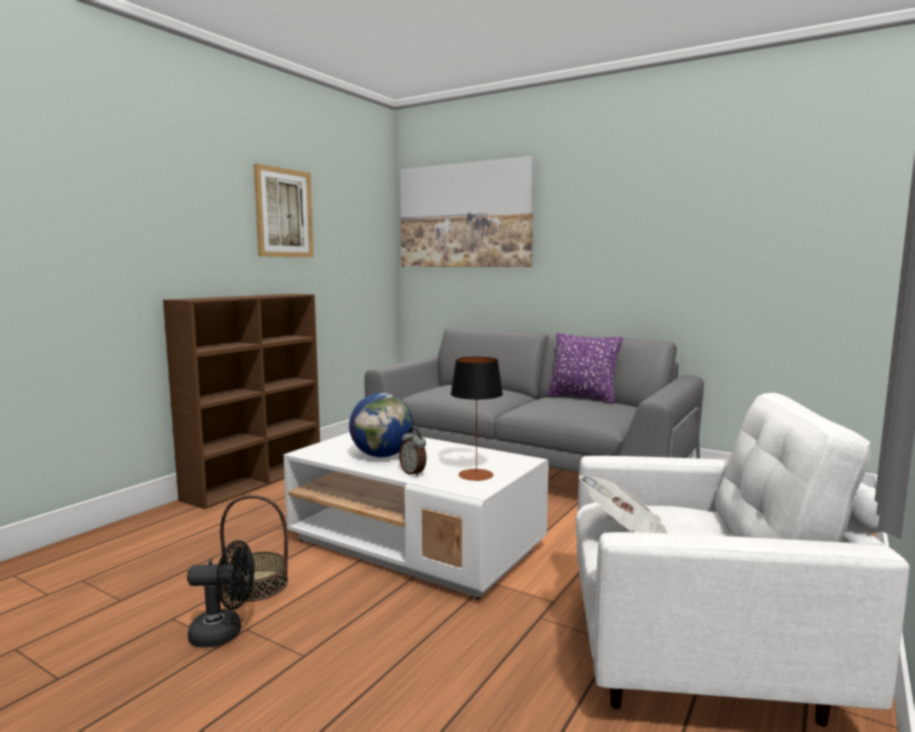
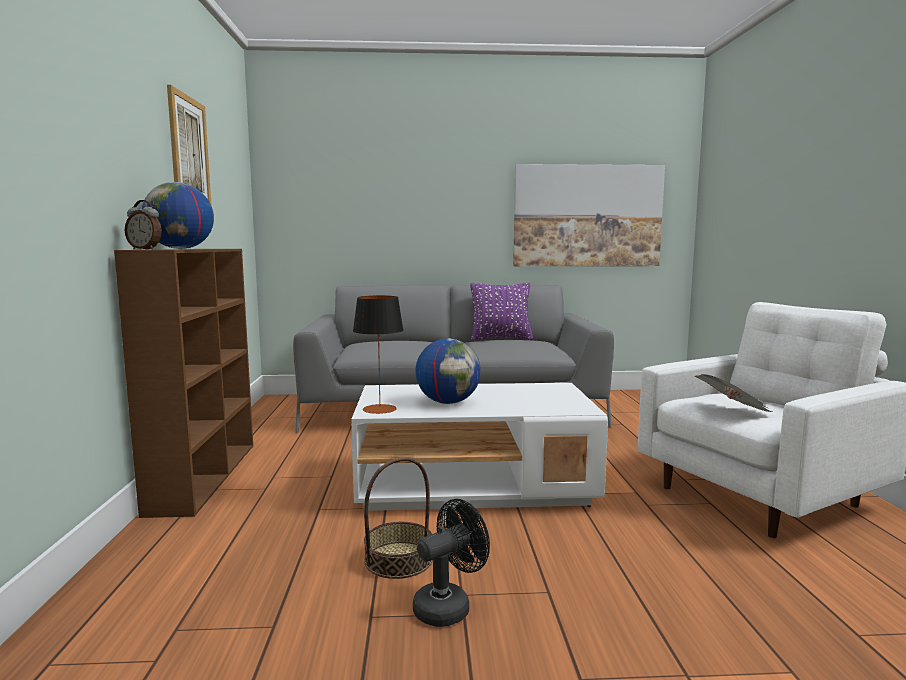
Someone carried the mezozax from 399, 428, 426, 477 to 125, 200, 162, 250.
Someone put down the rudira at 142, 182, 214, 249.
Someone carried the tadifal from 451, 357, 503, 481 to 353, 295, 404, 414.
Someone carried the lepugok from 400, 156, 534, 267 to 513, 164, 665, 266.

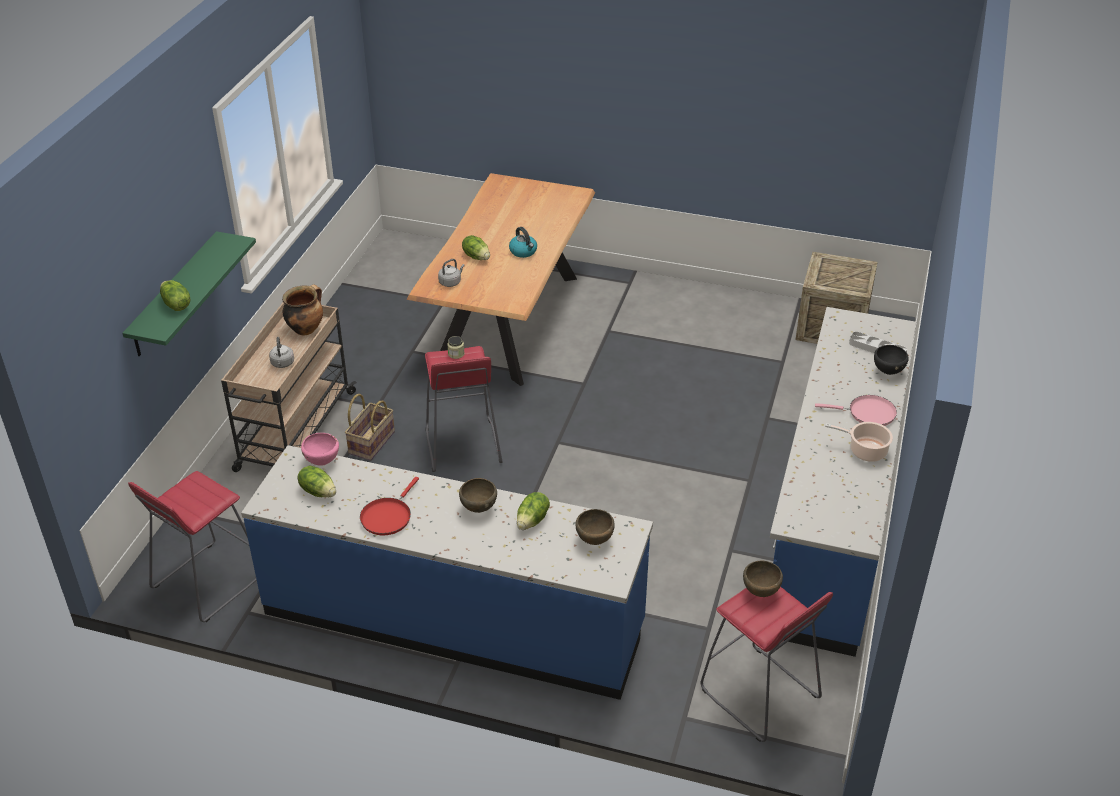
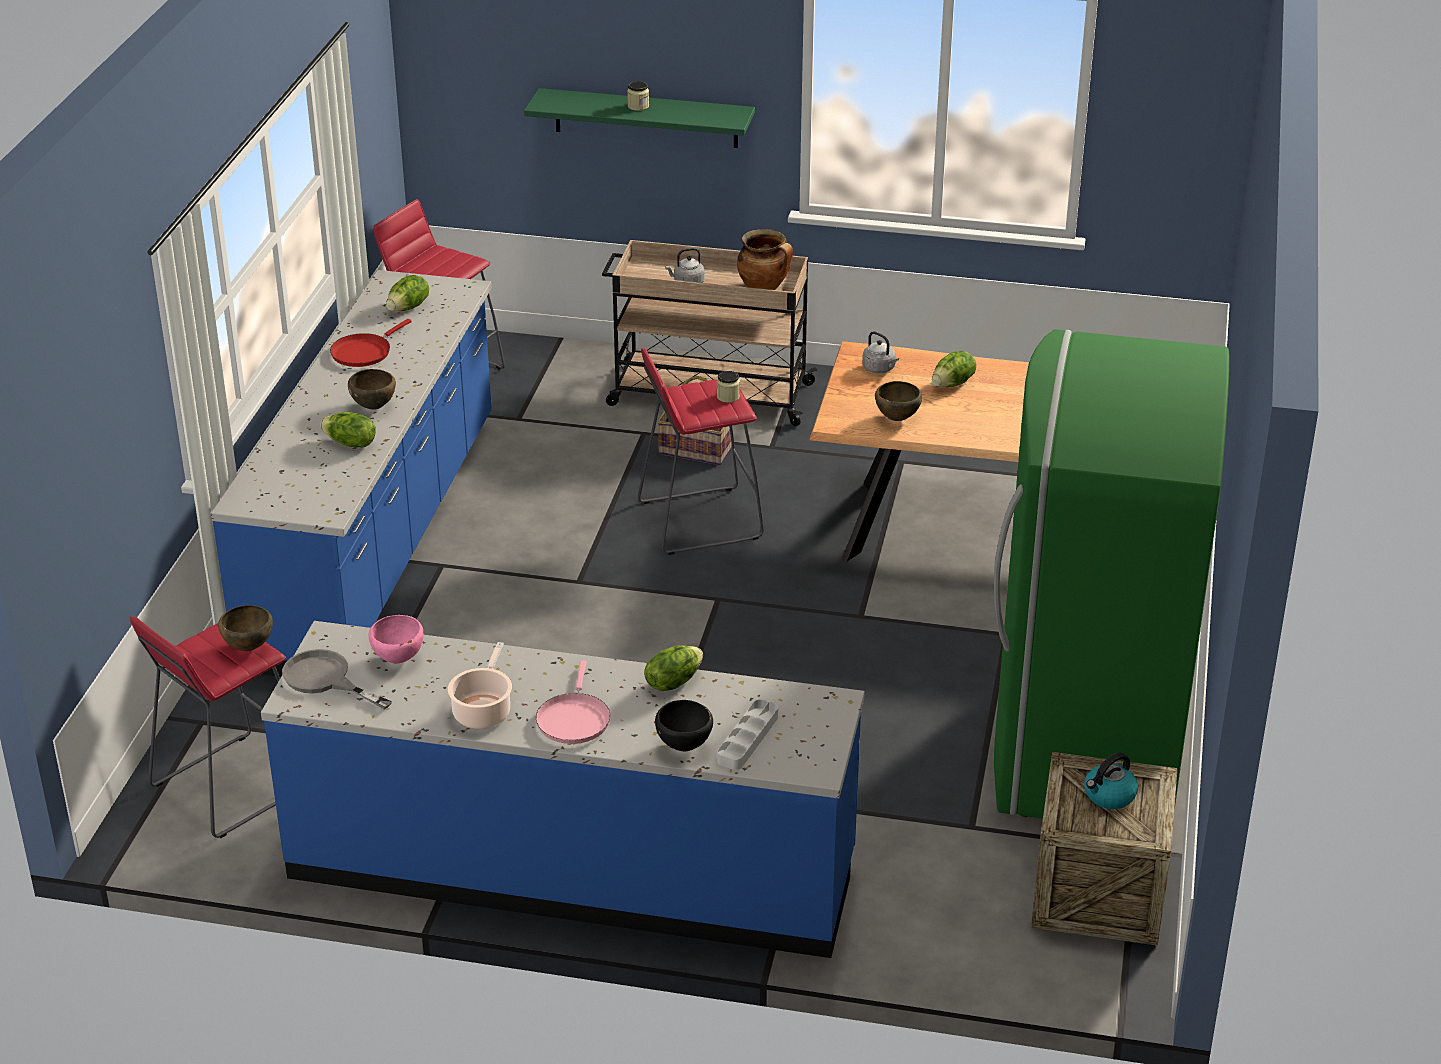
Someone put down the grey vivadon at 282, 649, 392, 709.
Someone rotated the red vivadon at 360, 477, 419, 535 by 75 degrees counterclockwise.
Someone carried the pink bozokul from 301, 433, 339, 466 to 369, 615, 423, 663.
Someone put down the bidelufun at 627, 81, 649, 111.
Someone carried the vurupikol from 160, 280, 190, 311 to 644, 646, 703, 691.
Someone carried the brown bozokul from 575, 509, 615, 545 to 875, 381, 922, 421.
Someone put down the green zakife at 994, 329, 1230, 818.
Someone carried the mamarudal from 509, 227, 537, 258 to 1084, 753, 1138, 809.

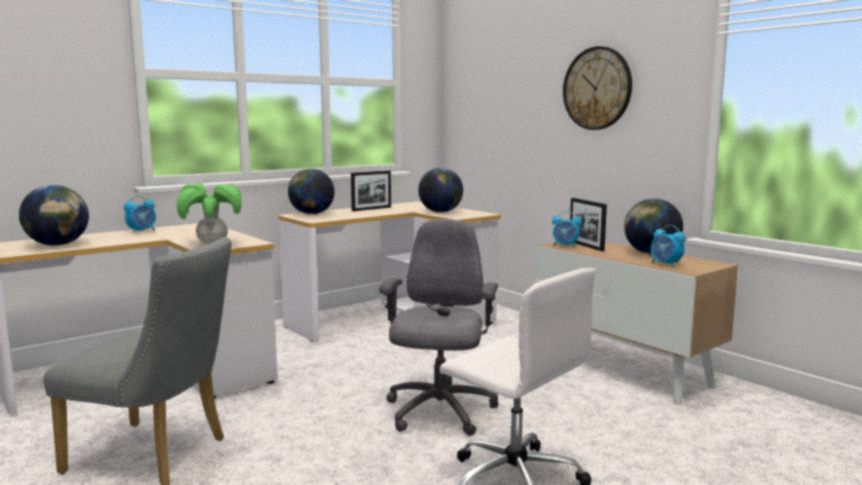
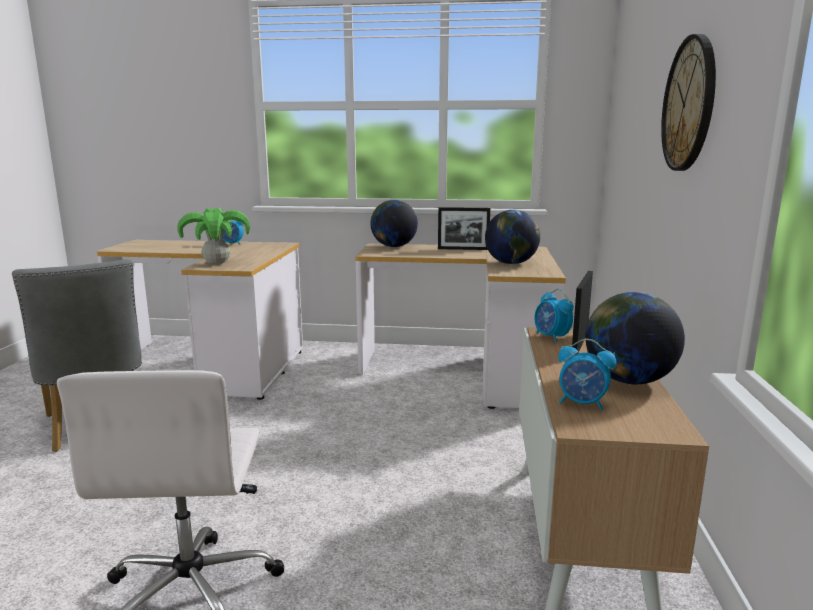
Someone rotated the mezozax at 651, 225, 686, 267 by 75 degrees counterclockwise.
Someone took away the rudira at 19, 185, 89, 246.
Someone took away the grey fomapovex at 379, 219, 498, 436.

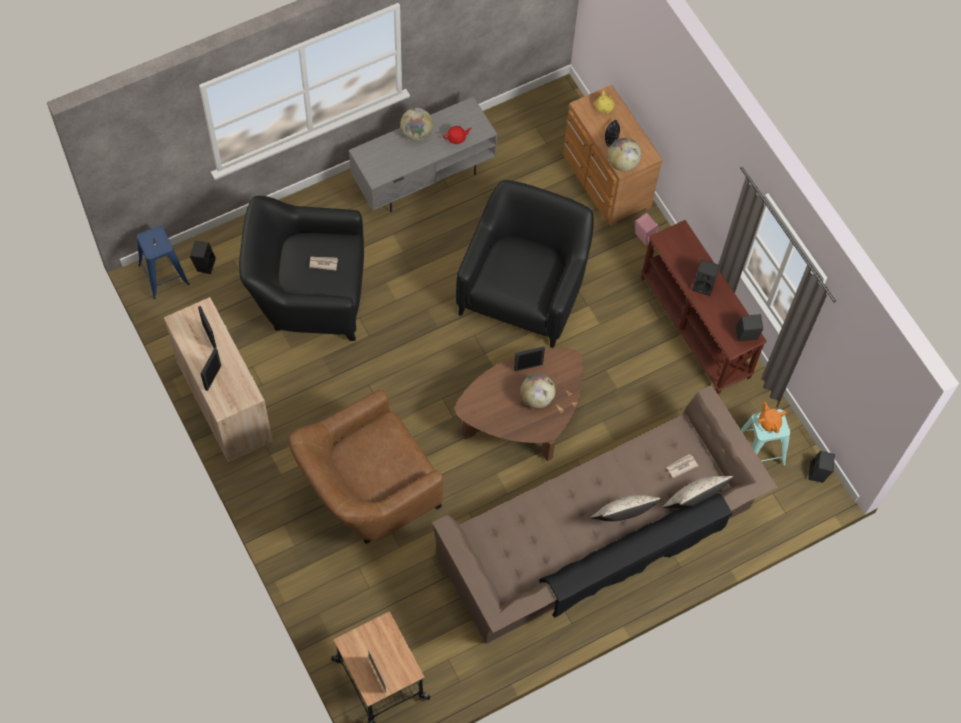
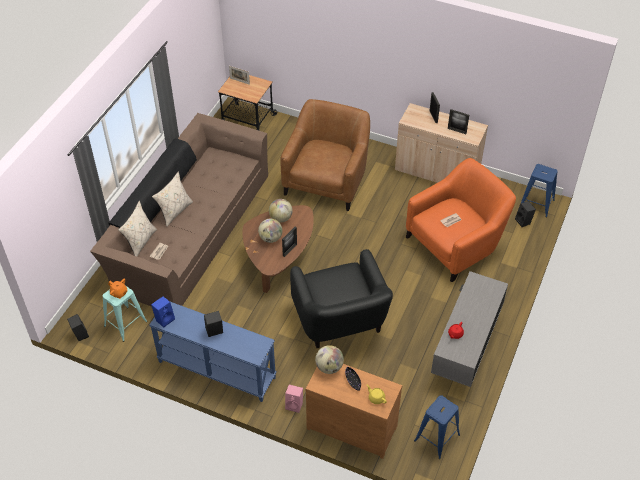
Someone repainted the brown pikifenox at 641, 220, 767, 394, which became the blue pikifenox at 149, 302, 277, 402.
Someone repainted the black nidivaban at 736, 314, 763, 341, which became the blue nidivaban at 151, 296, 175, 328.
Someone carried the rudira from 400, 108, 433, 141 to 269, 199, 293, 223.
Someone repainted the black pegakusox at 239, 196, 364, 341, which became the orange pegakusox at 406, 158, 516, 282.
Someone put down the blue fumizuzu at 414, 395, 460, 459.

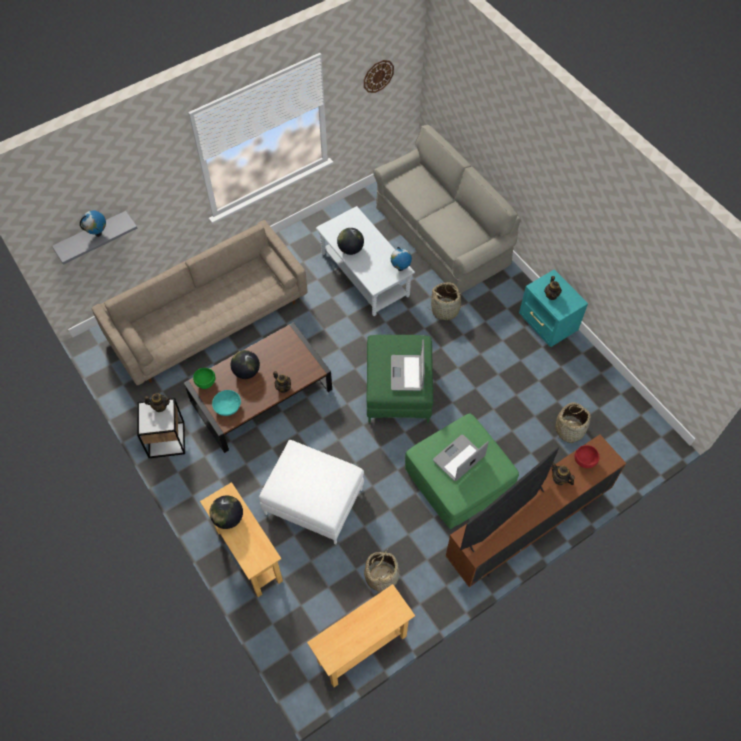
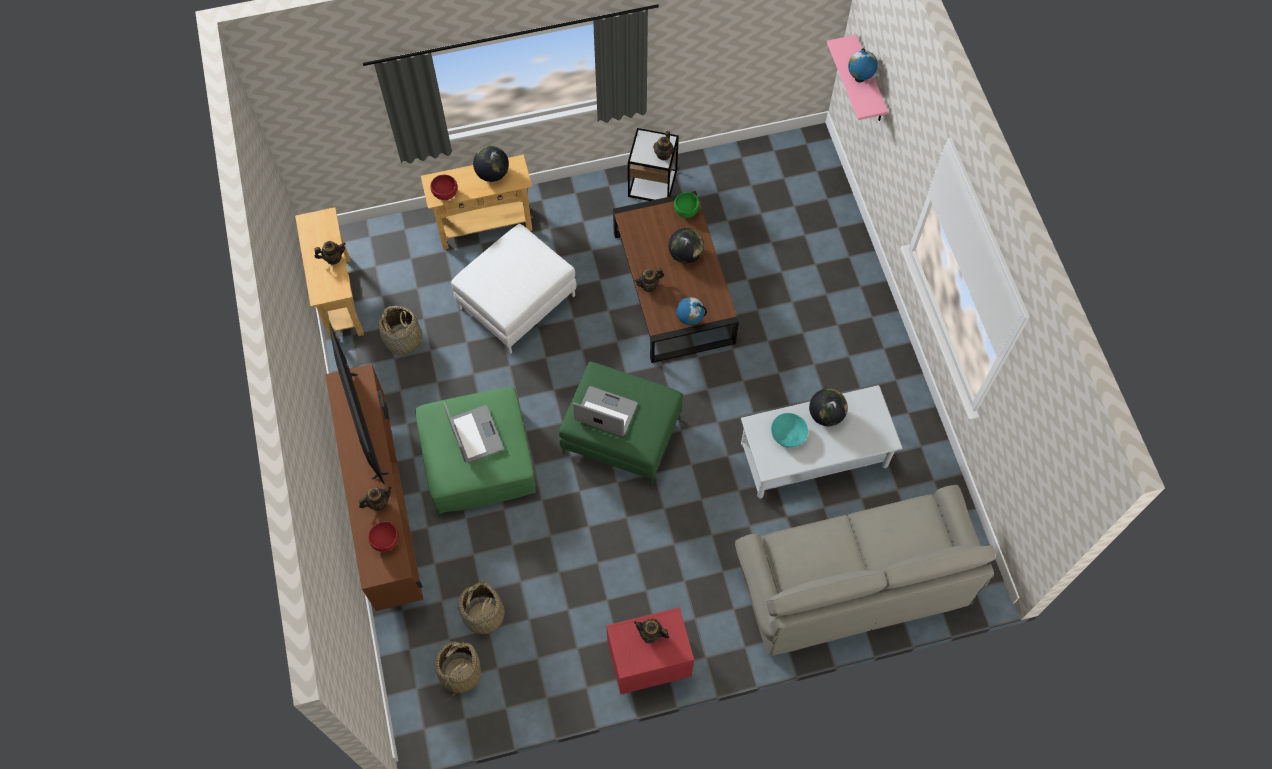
Someone put down the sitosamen at 314, 241, 346, 265.
Someone put down the red bozokul at 430, 175, 457, 200.
Someone carried the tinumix from 431, 282, 467, 320 to 435, 640, 481, 699.
Someone repainted the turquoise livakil at 519, 269, 588, 347, which became the red livakil at 606, 607, 694, 695.
Someone carried the rudira from 391, 247, 412, 271 to 677, 297, 707, 325.
Someone carried the turquoise bozokul from 212, 390, 241, 416 to 771, 413, 808, 447.
Someone repainted the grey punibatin at 52, 211, 137, 265, which became the pink punibatin at 827, 35, 888, 121.
Someone took away the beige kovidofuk at 91, 220, 308, 385.
Someone took away the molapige at 364, 60, 394, 93.

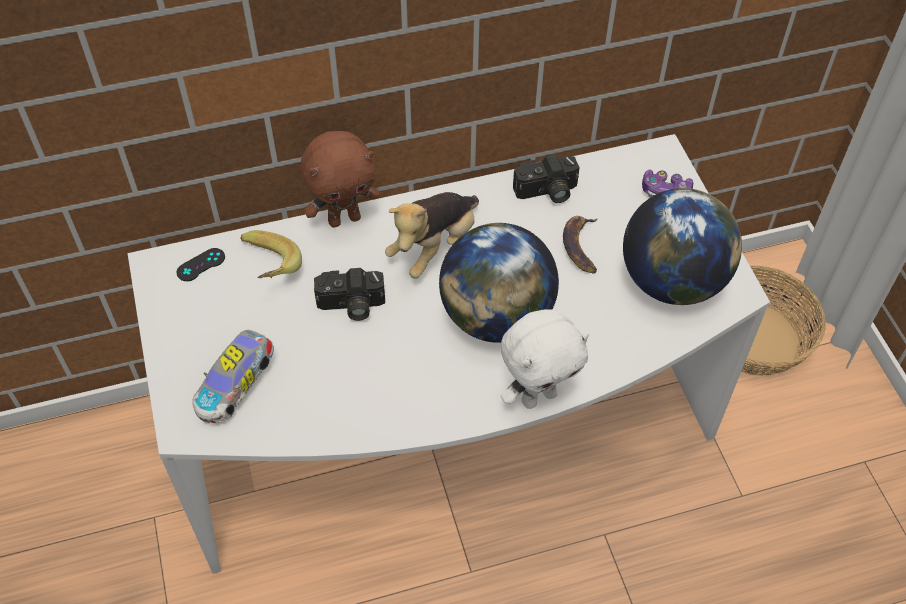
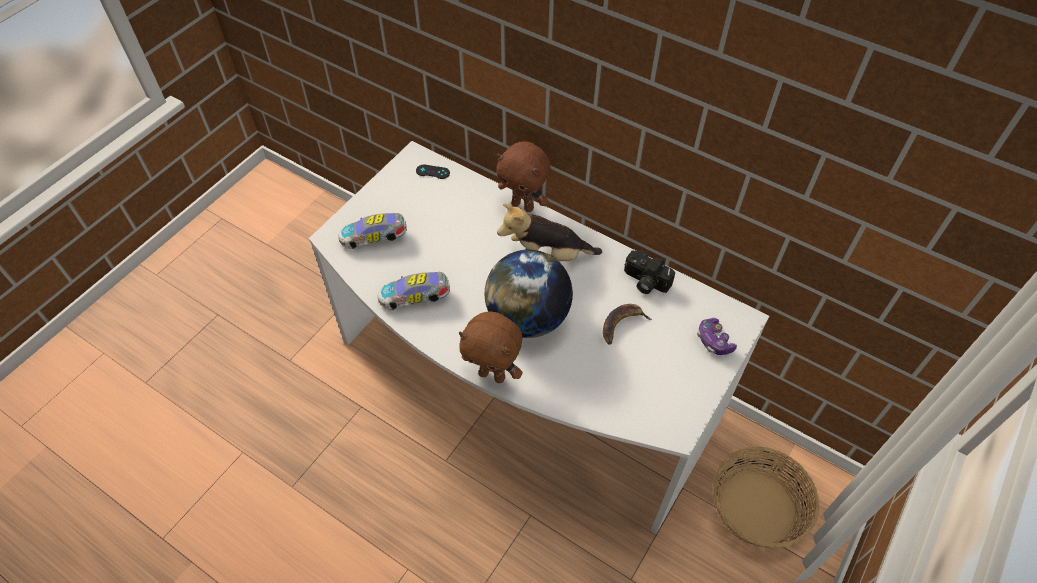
Someone put down the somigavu at 378, 272, 450, 310.
Someone repainted the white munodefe at 501, 309, 589, 409, which became the brown munodefe at 459, 311, 522, 383.
Someone took away the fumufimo at 240, 230, 302, 279.
Someone took away the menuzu at 314, 268, 385, 321.
Someone took away the rudira at 623, 188, 742, 305.

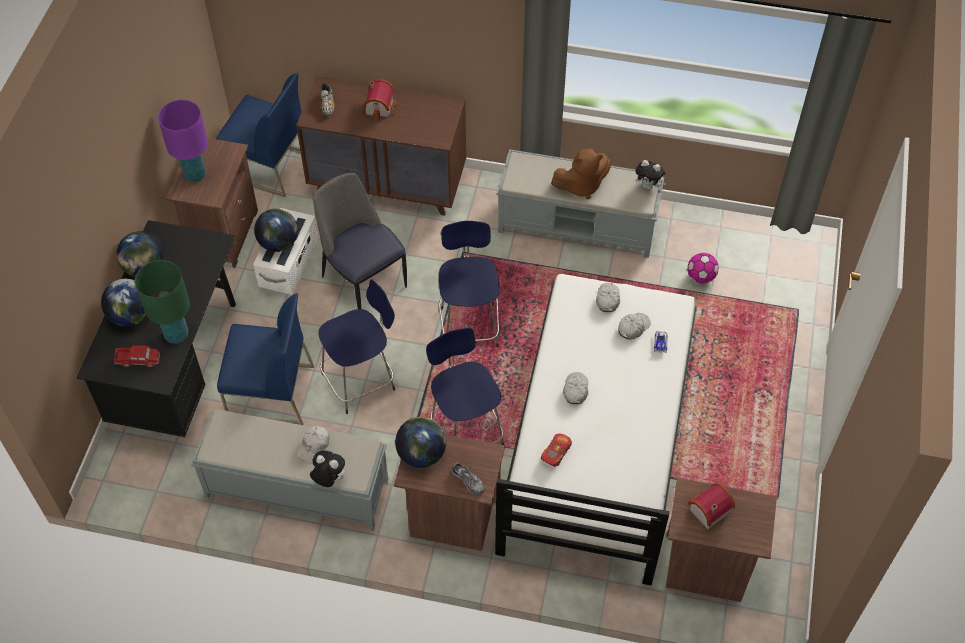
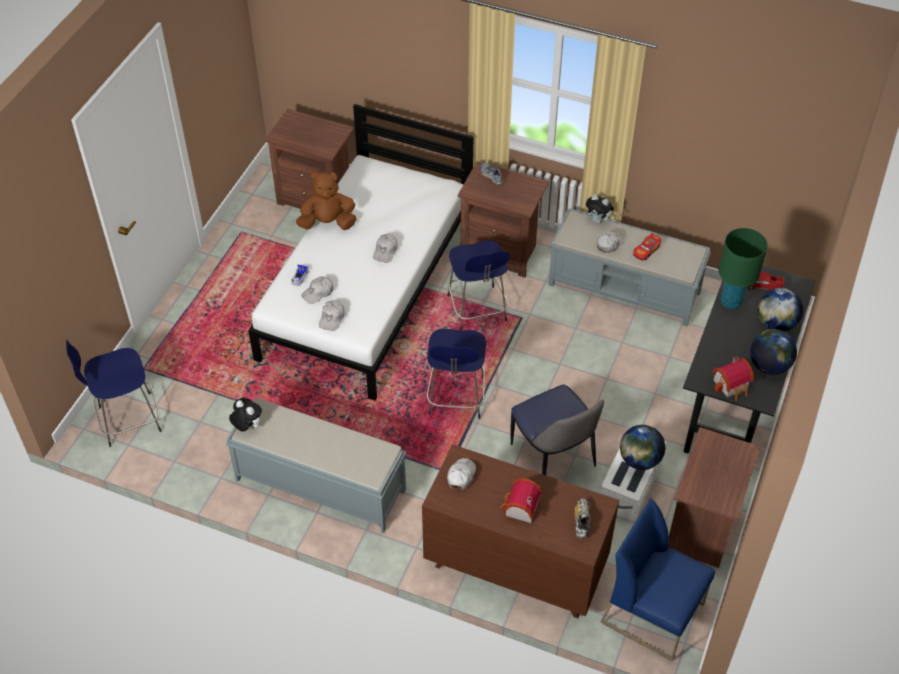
Someone carried the blue fumizuzu from 318, 279, 395, 414 to 66, 340, 162, 447.
Someone carried the brown munodefe from 551, 149, 611, 199 to 296, 172, 356, 230.
Someone put down the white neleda at 447, 458, 476, 490.
Someone carried the somigavu from 541, 434, 572, 467 to 633, 233, 662, 260.
Someone carried the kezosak from 687, 482, 735, 530 to 712, 356, 754, 401.
Someone took away the purple tadifal at 158, 100, 208, 182.
Someone took away the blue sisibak at 217, 293, 314, 425.
Someone took away the rudira at 395, 417, 446, 468.
Someone took away the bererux at 687, 253, 719, 284.

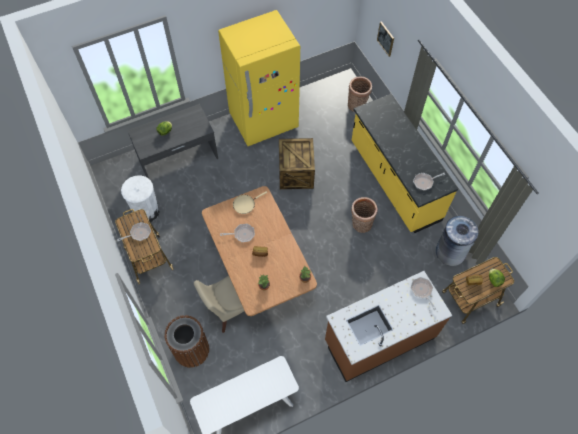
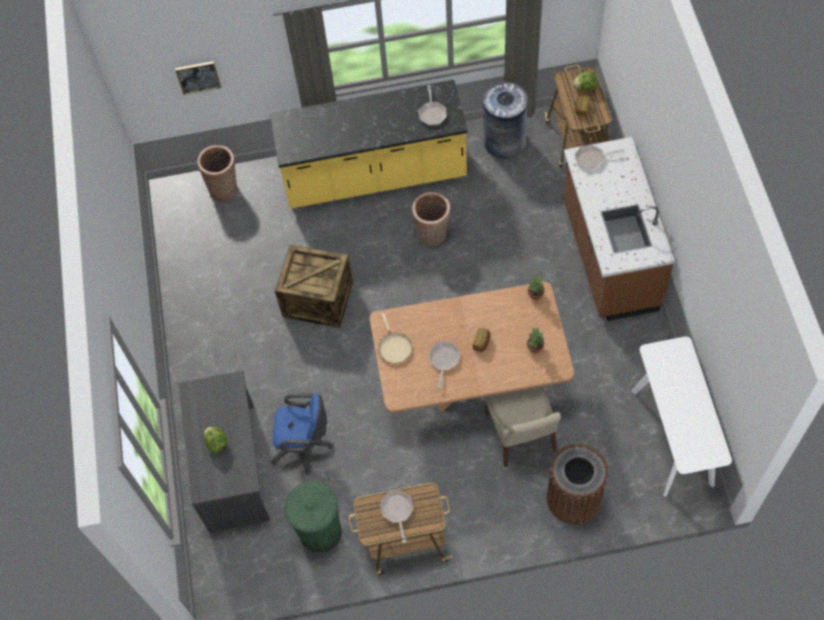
Someone put down the blue fomapovex at 271, 393, 334, 475.
Someone repainted the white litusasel at 121, 175, 160, 223, which became the green litusasel at 284, 481, 342, 553.
Someone took away the yellow zakife at 218, 10, 300, 146.

